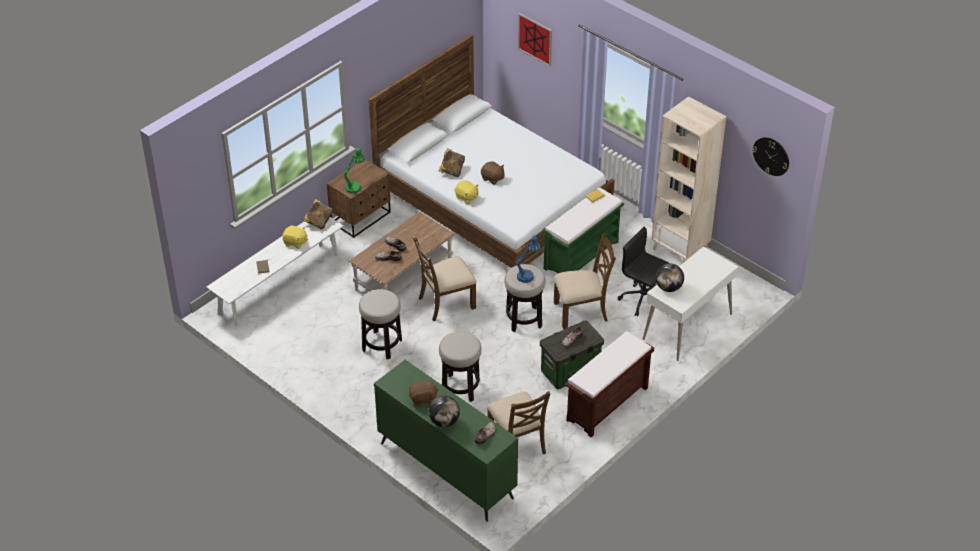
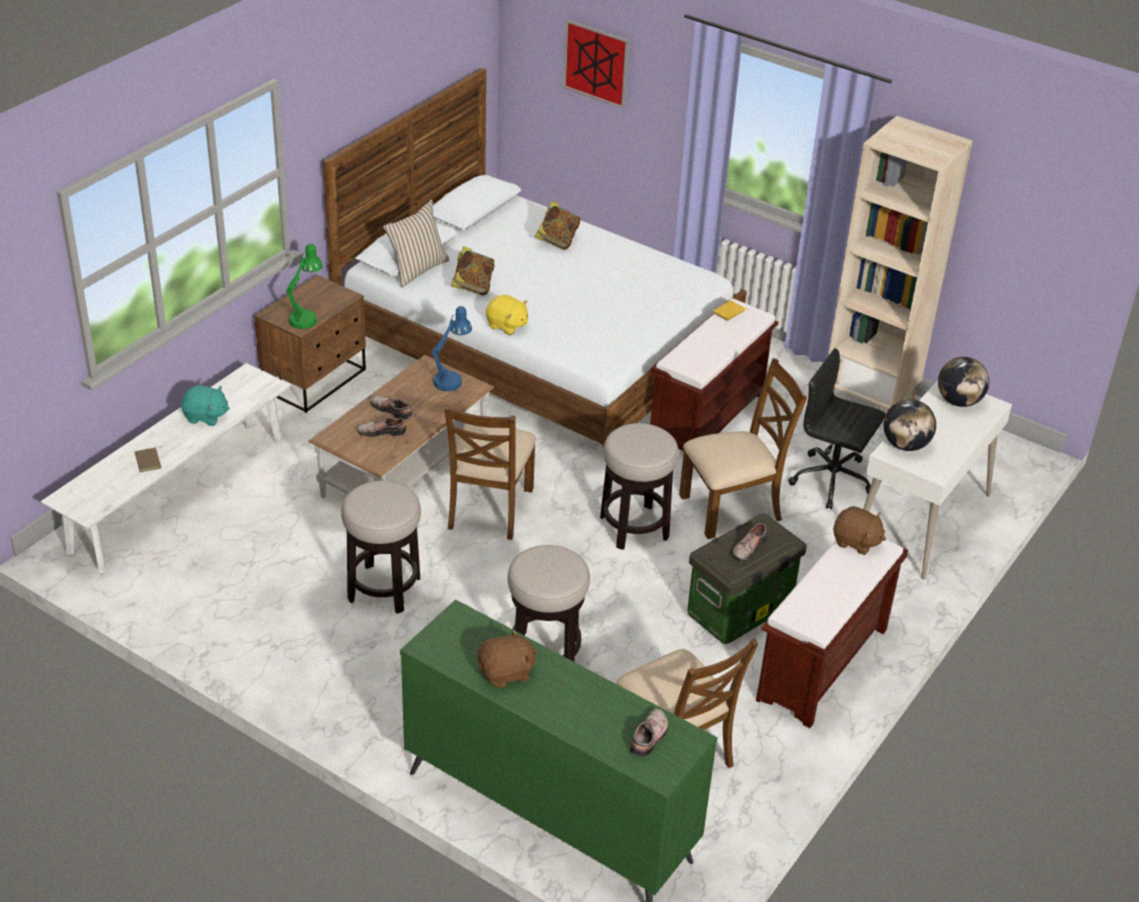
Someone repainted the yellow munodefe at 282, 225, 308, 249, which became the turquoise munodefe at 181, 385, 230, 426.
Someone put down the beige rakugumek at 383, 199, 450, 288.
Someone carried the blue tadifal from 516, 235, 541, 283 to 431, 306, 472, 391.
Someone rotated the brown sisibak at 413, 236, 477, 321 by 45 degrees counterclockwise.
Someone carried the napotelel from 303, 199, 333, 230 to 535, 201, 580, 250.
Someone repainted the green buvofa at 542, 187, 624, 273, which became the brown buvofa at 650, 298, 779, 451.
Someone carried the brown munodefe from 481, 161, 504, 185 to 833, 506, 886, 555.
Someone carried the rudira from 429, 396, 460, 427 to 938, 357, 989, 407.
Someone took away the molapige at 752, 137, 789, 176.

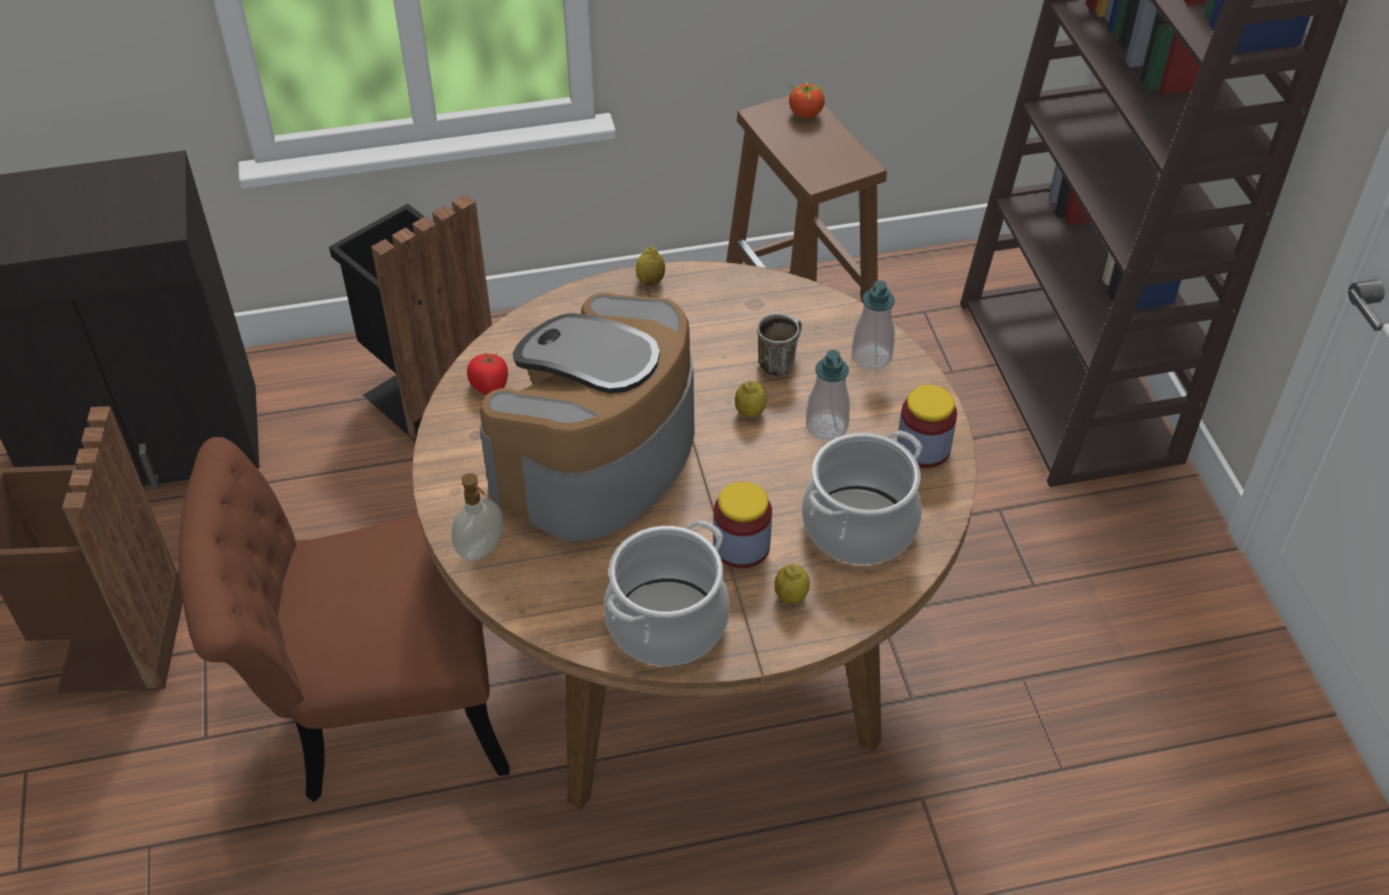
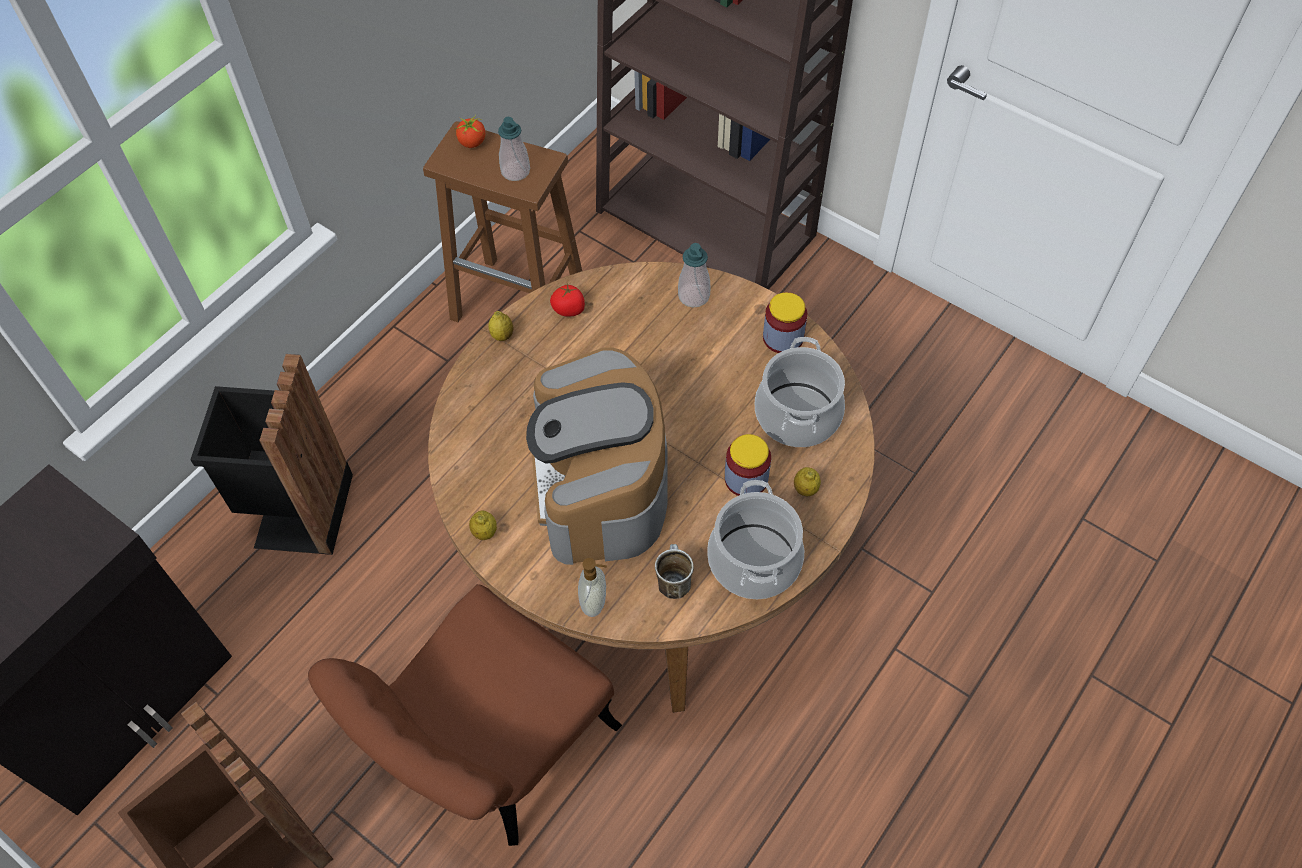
Someone carried the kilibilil from 735, 381, 767, 418 to 469, 510, 497, 540.
Someone carried the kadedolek from 806, 350, 850, 440 to 498, 117, 530, 181.
Someone carried the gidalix from 467, 353, 508, 395 to 550, 283, 585, 317.
Someone carried the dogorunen from 757, 313, 802, 376 to 655, 544, 694, 599.

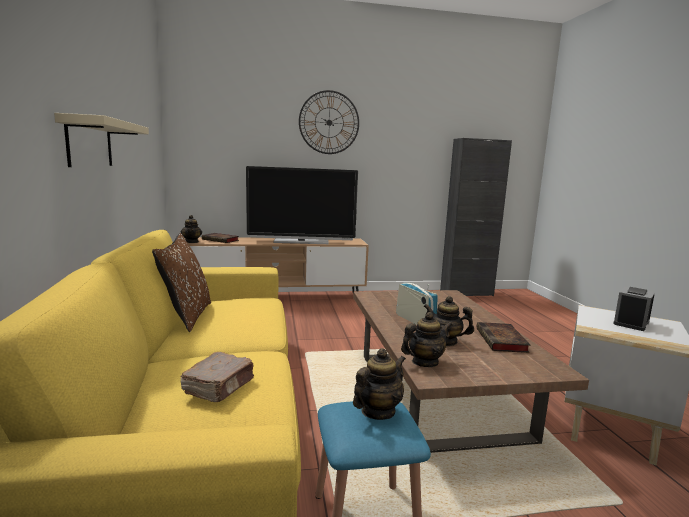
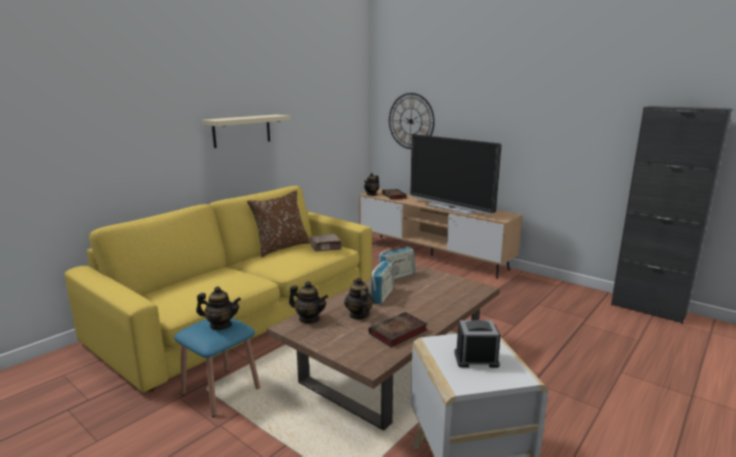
Someone carried the brown napotelel from 180, 352, 254, 402 to 310, 233, 342, 251.
Someone put down the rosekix at 379, 247, 415, 280.
Someone carried the molapige from 299, 90, 359, 154 to 389, 93, 435, 149.

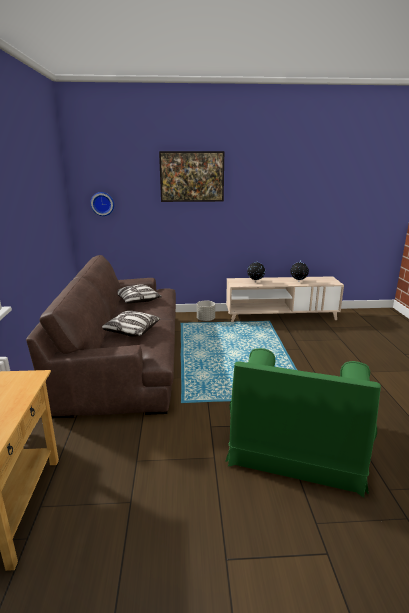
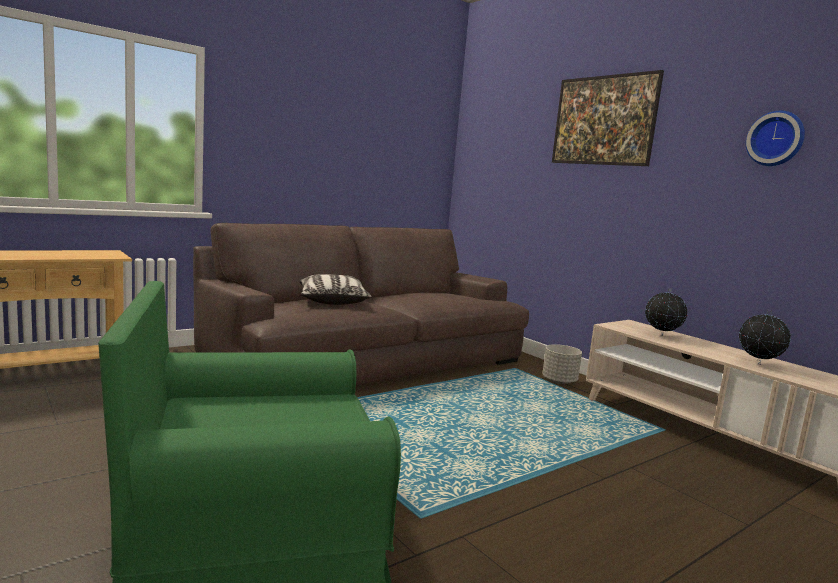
Someone carried the molapige from 90, 192, 114, 216 to 746, 111, 805, 166.
Someone took away the rakugumek at 117, 284, 162, 303.

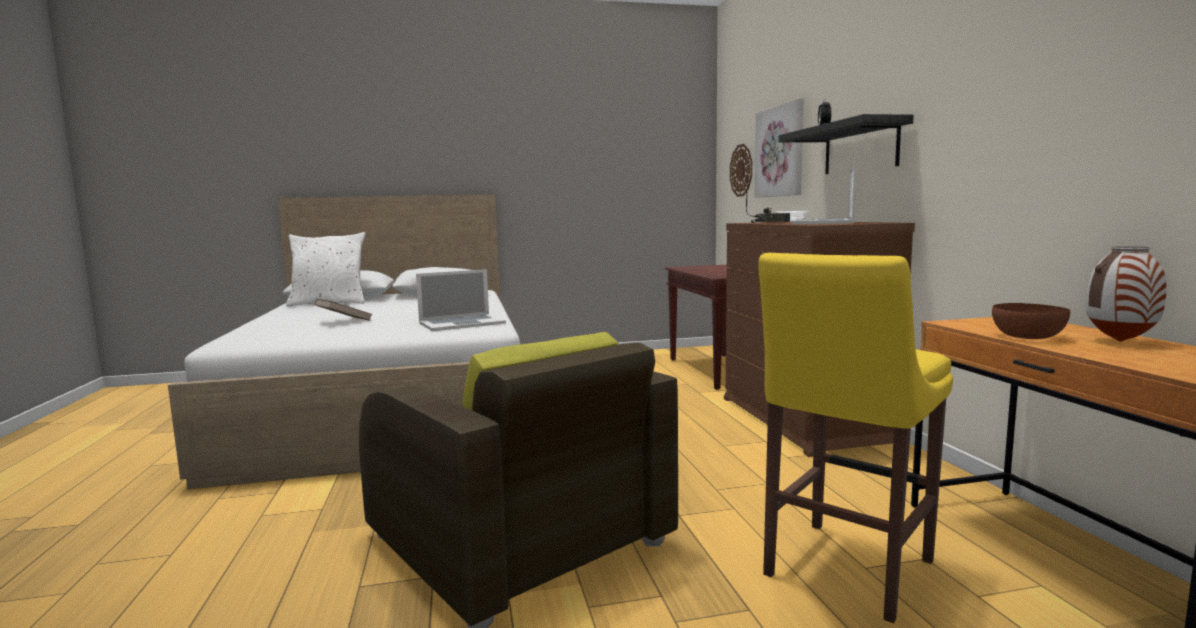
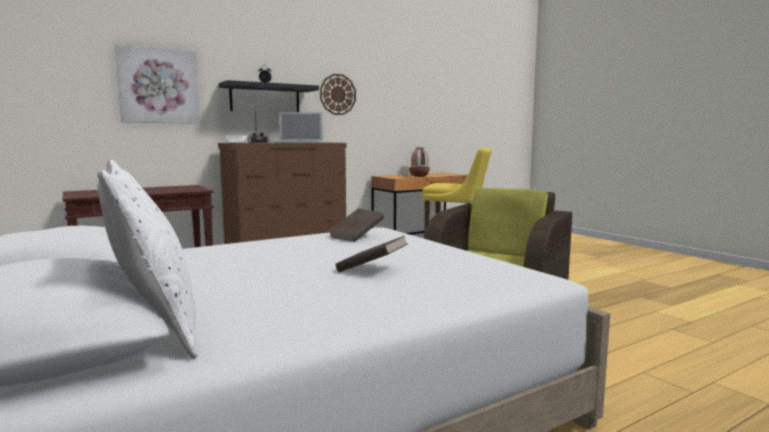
Someone carried the molapige from 730, 144, 752, 197 to 320, 74, 356, 115.
Someone swapped the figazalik at 416, 269, 506, 331 for the brown napotelel at 329, 209, 384, 242.

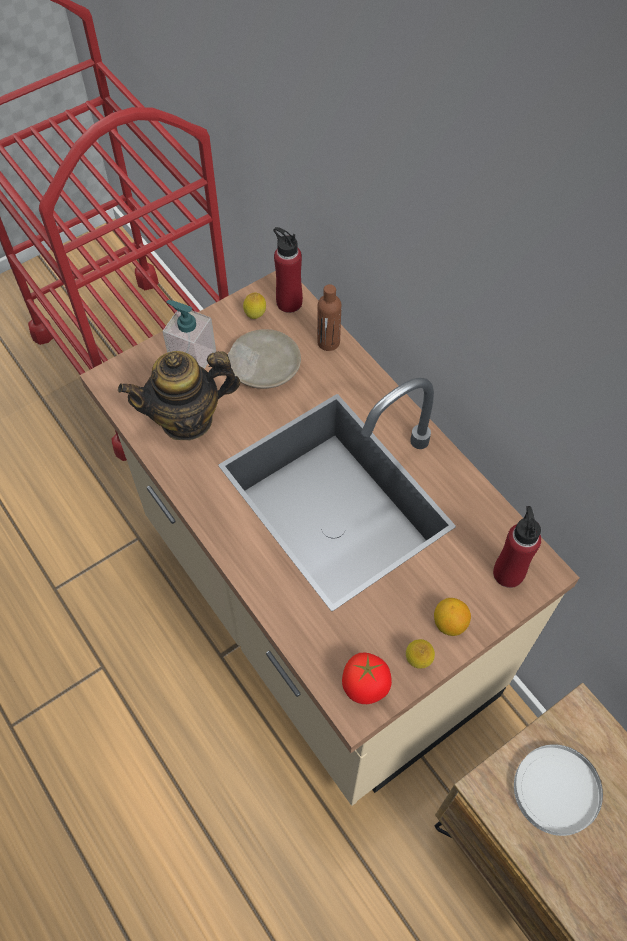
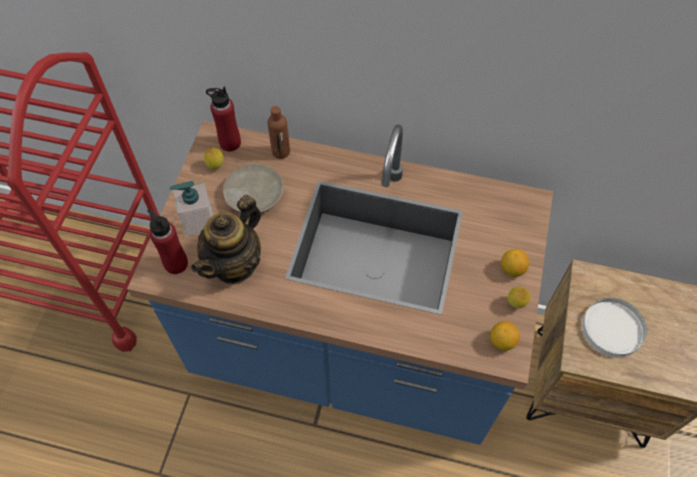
Someone repainted the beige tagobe at 80, 271, 579, 806, which became the blue tagobe at 127, 120, 553, 445.
Someone carried the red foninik from 493, 506, 541, 588 to 147, 209, 188, 274.
Someone swapped the gidalix at 342, 653, 392, 704 for the kilibilil at 490, 321, 520, 351.

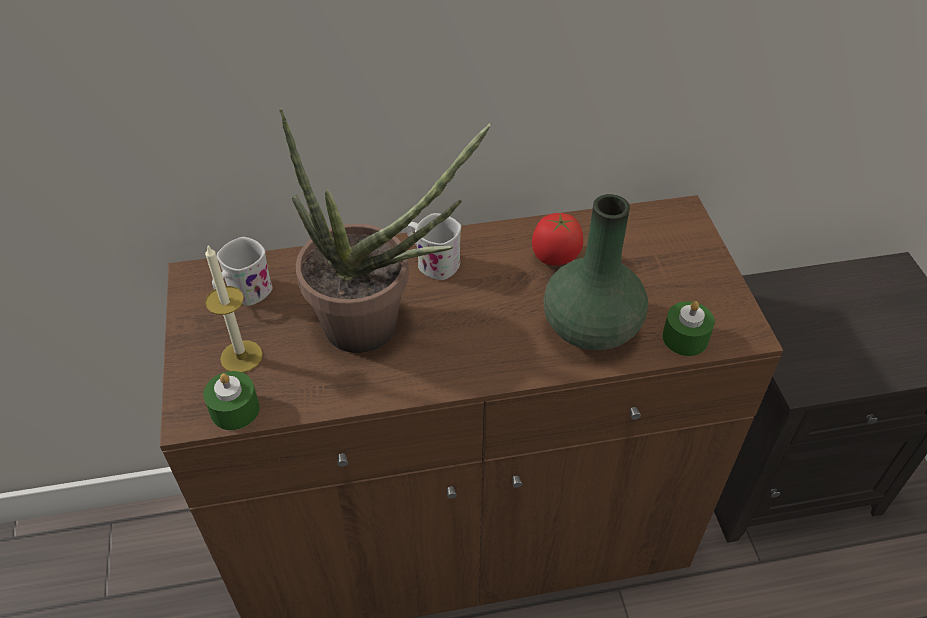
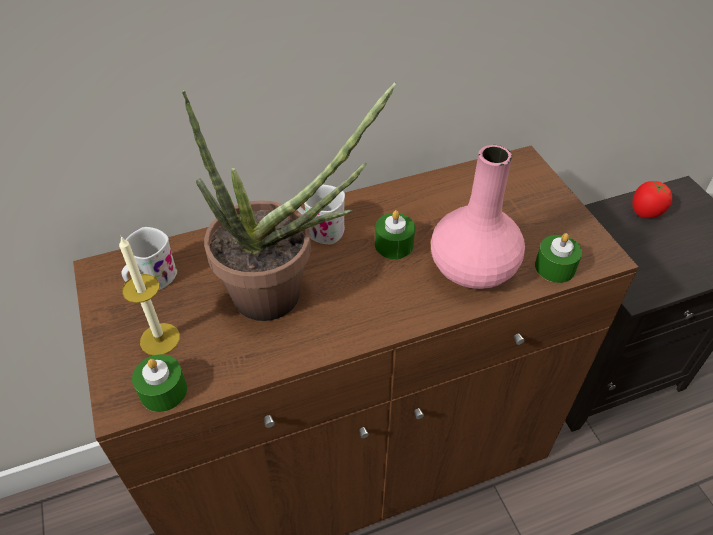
Someone put down the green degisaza at 375, 210, 415, 259.
Someone repainted the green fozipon at 543, 194, 648, 350, which became the pink fozipon at 431, 145, 525, 289.
Someone carried the gidalix from 532, 213, 583, 265 to 632, 181, 672, 218.

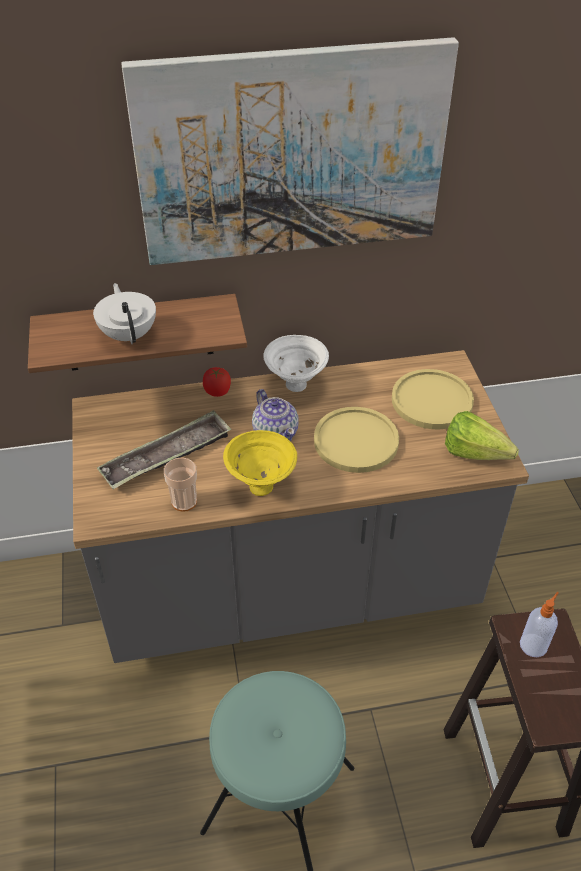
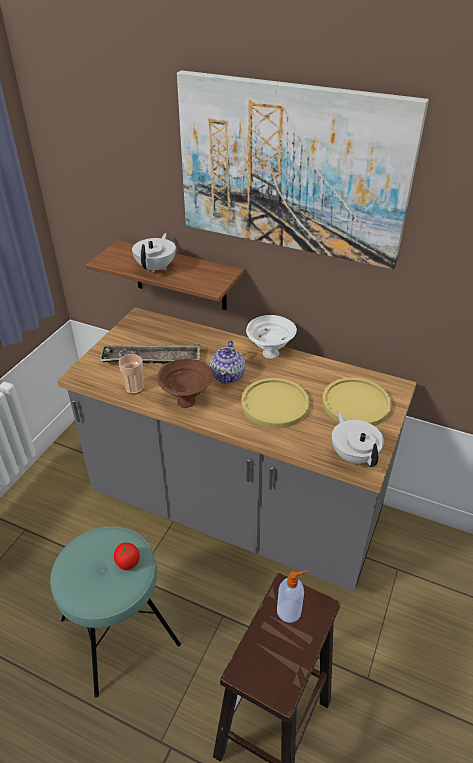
Someone carried the gidalix from 203, 367, 231, 397 to 114, 542, 140, 570.
Someone repainted the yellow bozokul at 223, 430, 297, 496, which became the brown bozokul at 157, 359, 213, 408.
Someone swapped the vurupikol at 445, 411, 519, 460 for the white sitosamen at 332, 412, 384, 467.

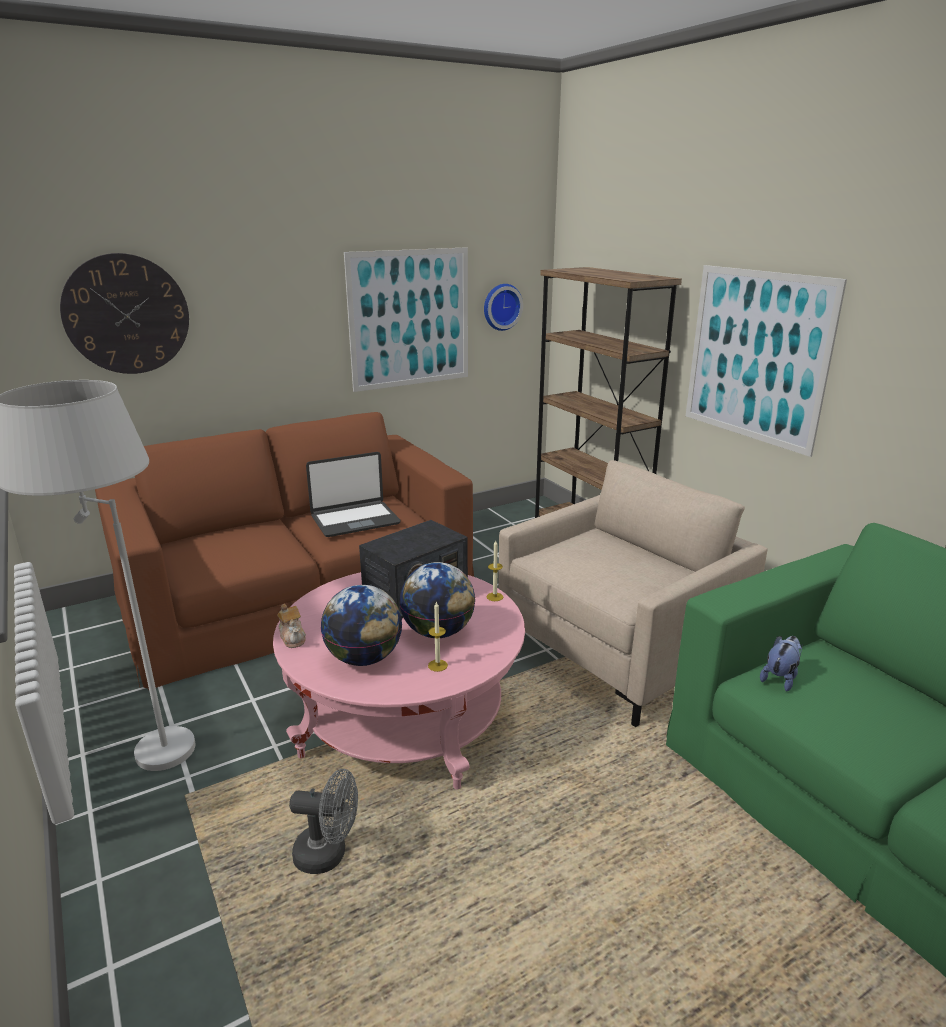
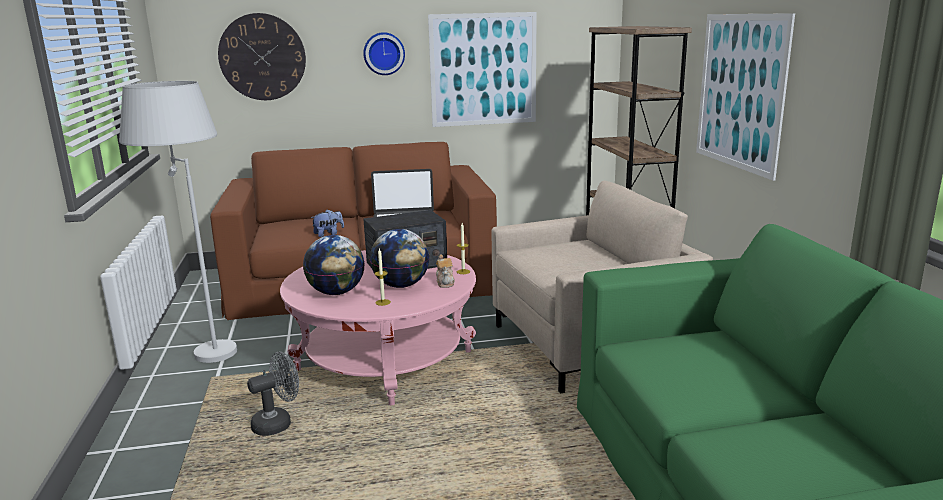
Someone rotated the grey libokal at 289, 769, 358, 874 by 60 degrees counterclockwise.
Someone carried the munodefe from 760, 636, 802, 692 to 311, 209, 344, 237.
Someone carried the molapige from 484, 284, 523, 331 to 363, 32, 405, 75.
Someone carried the sitosamen from 277, 604, 306, 648 to 436, 254, 455, 288.

